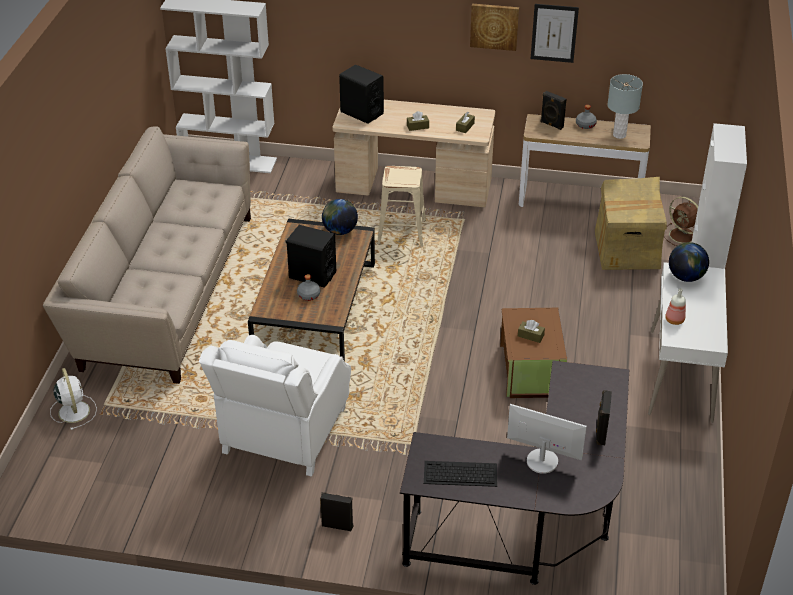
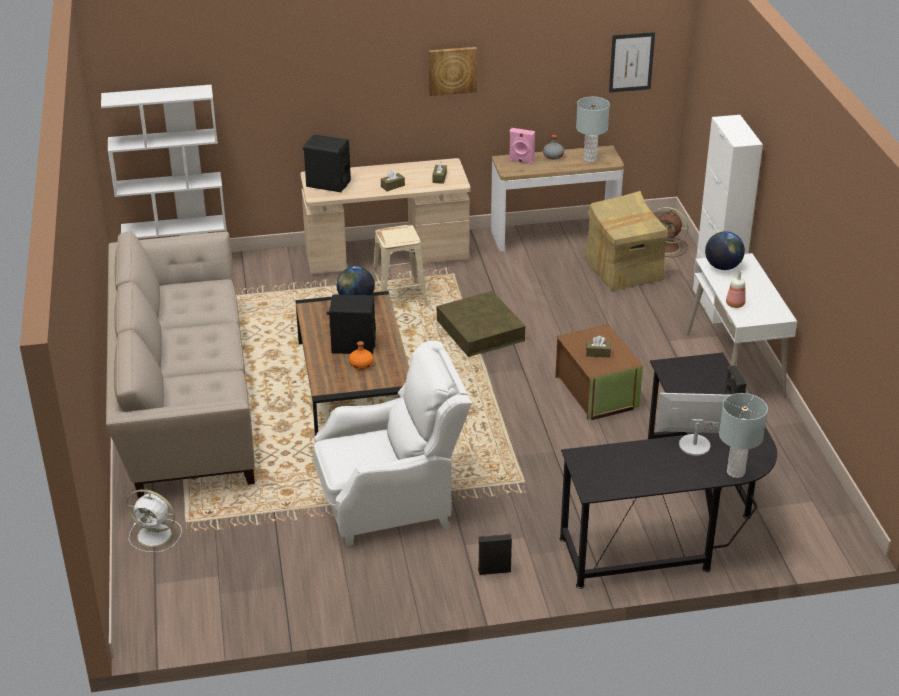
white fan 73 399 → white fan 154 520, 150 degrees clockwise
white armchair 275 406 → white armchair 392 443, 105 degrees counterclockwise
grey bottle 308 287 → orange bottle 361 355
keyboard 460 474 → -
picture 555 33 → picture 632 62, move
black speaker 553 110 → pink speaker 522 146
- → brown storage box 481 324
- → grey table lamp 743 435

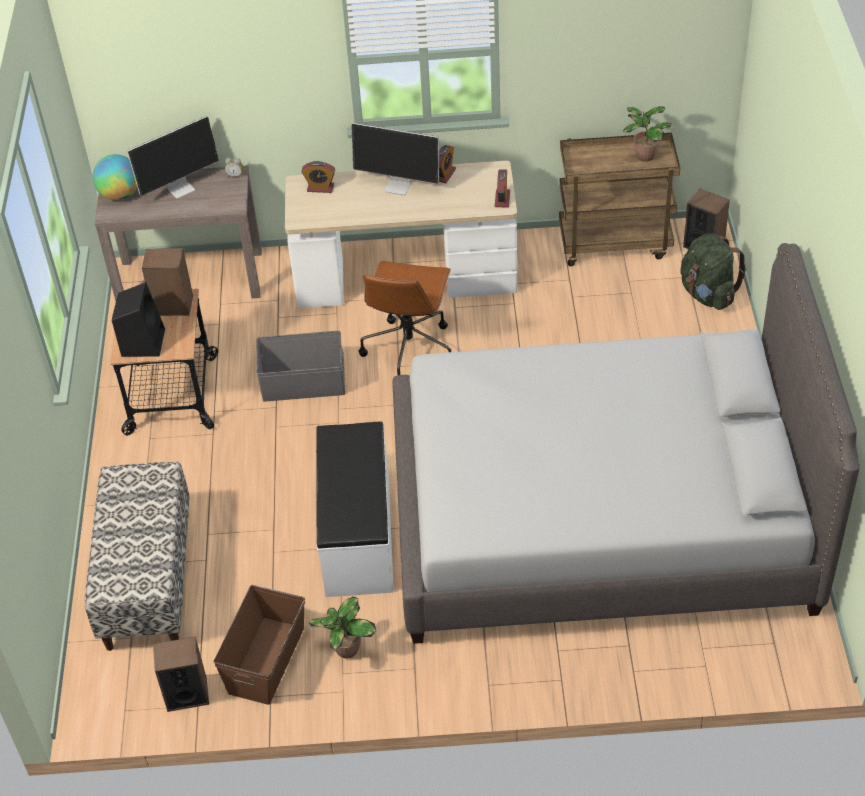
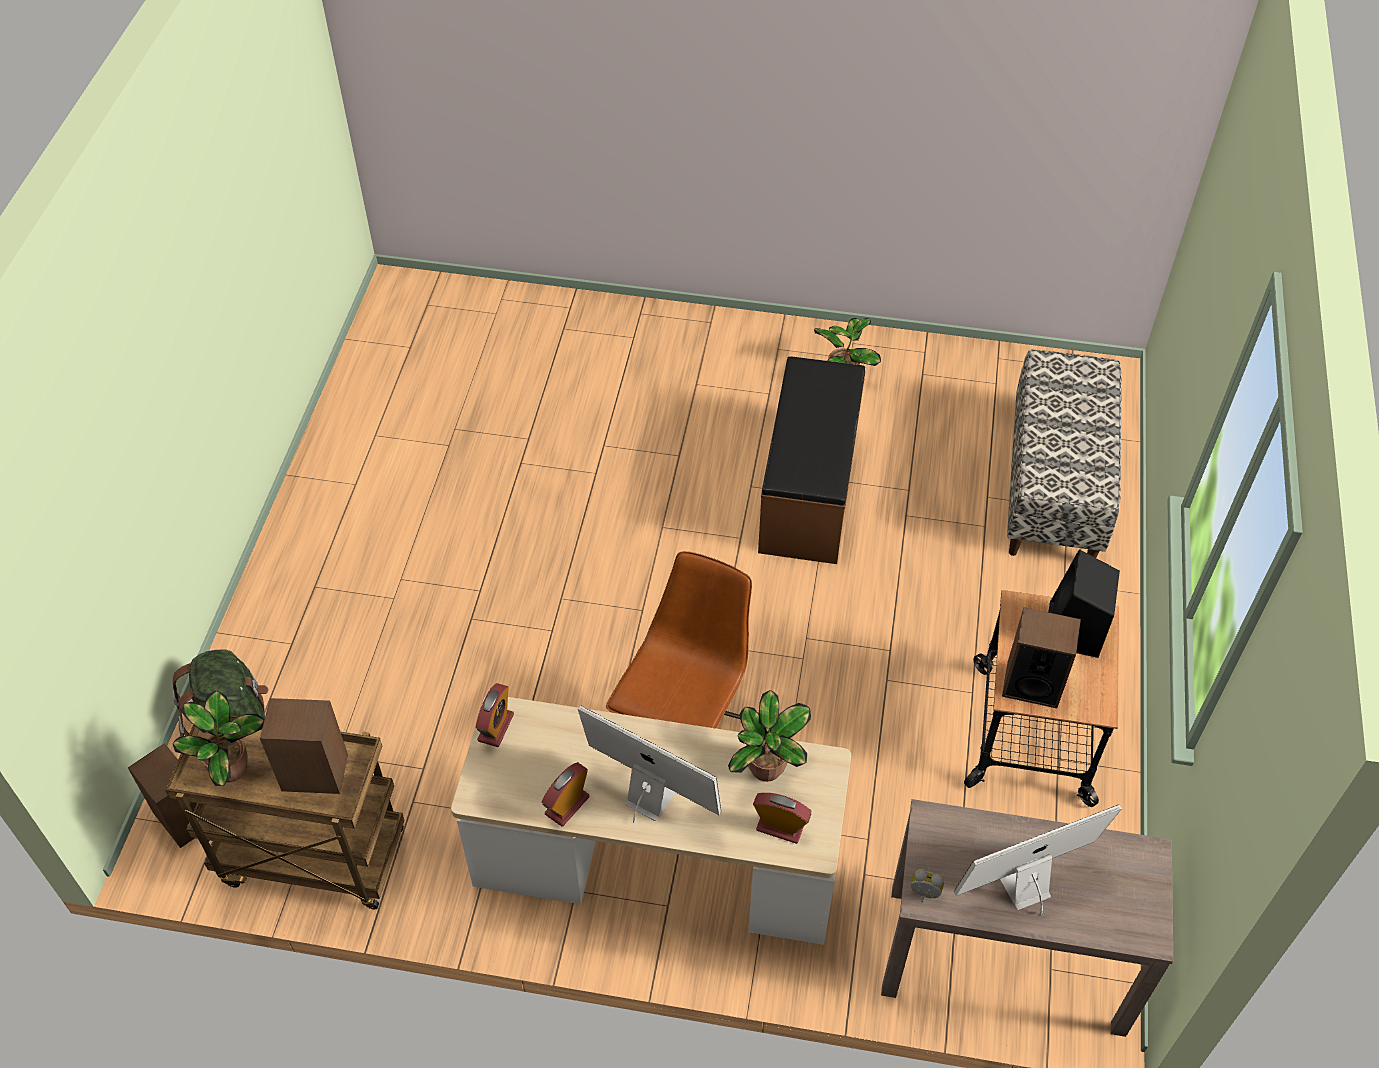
globe 114 177 → -
speaker 181 674 → speaker 304 746, move
brown storage box 259 645 → -
grey storage box 300 366 → -
white bench 355 509 → brown bench 811 460
grey bed 625 443 → -
- → potted plant 769 736

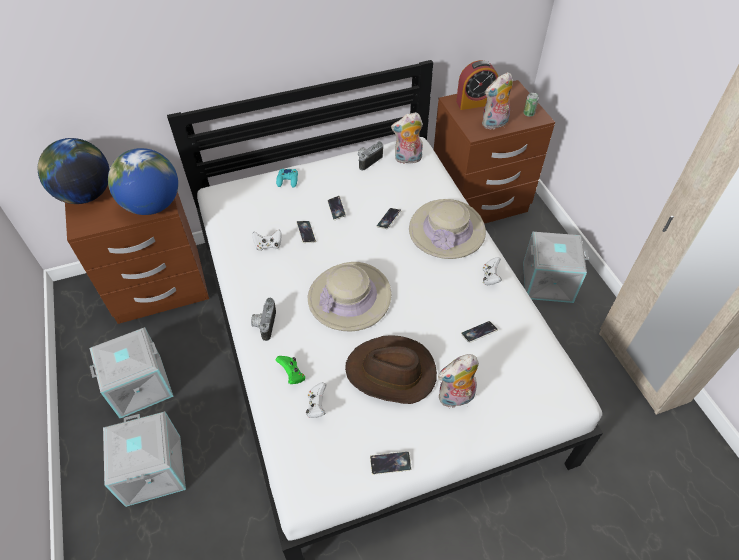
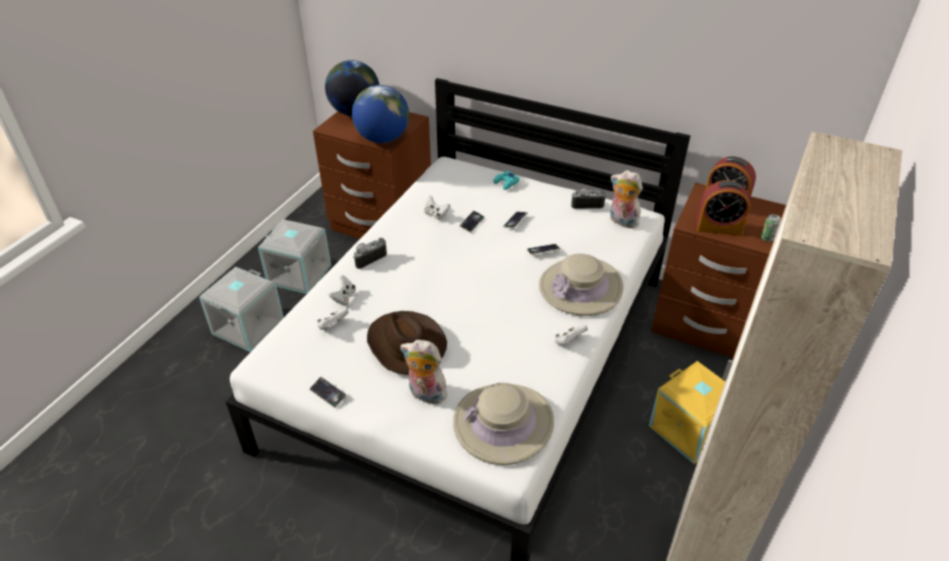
green game controller 290 370 → white game controller 342 290
beige hat 350 296 → beige hat 503 424, move
phone 479 332 → -
plush toy 497 100 → alarm clock 723 208
grey storage box 556 267 → yellow storage box 687 412

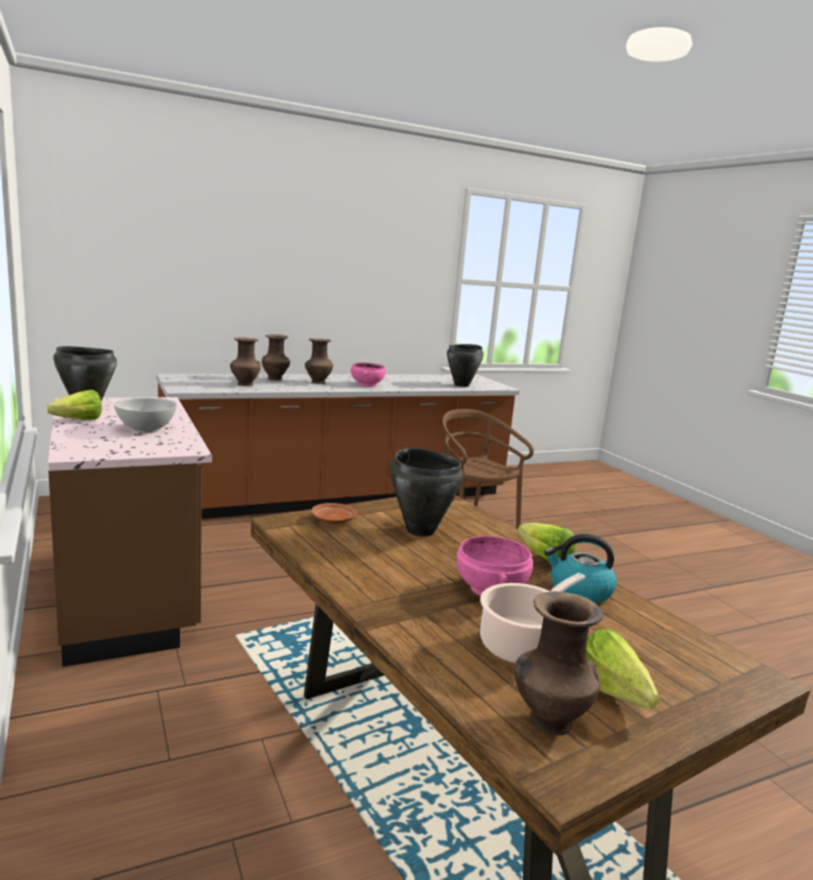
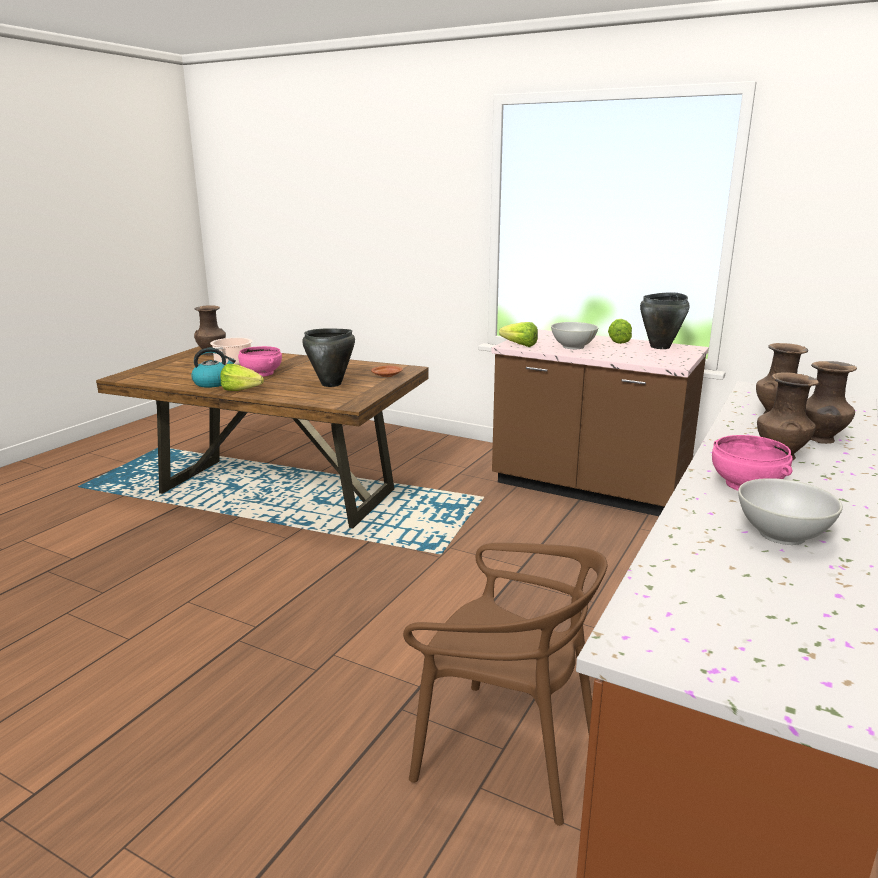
black cooking pot 465 365 → -
lettuce 622 669 → lettuce 518 334, move
- → white bowl 790 511

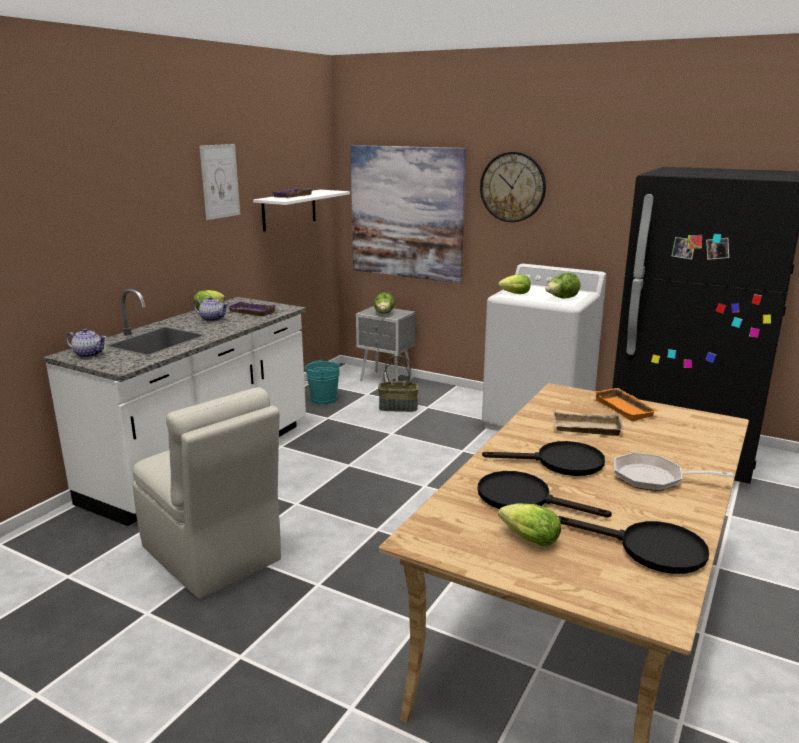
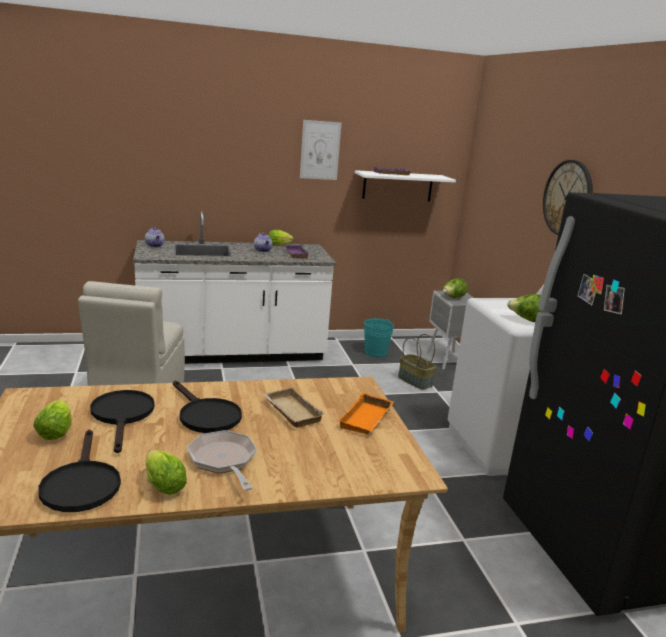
picture 408 214 → -
lettuce 514 284 → lettuce 166 472, move

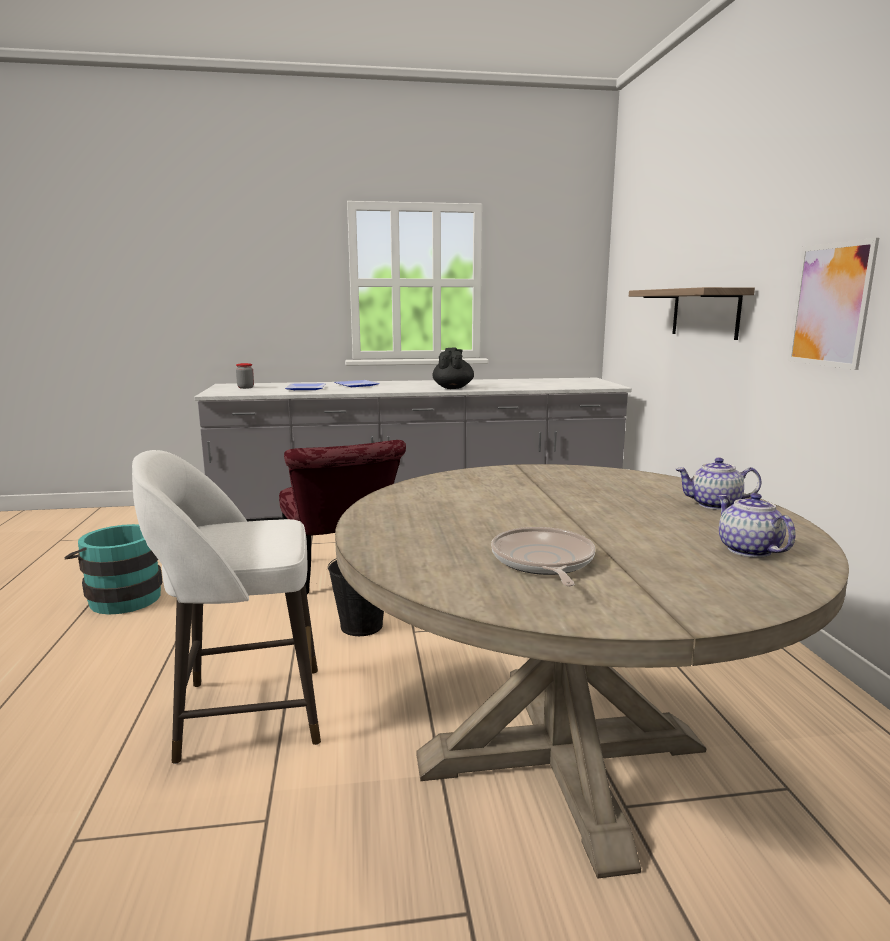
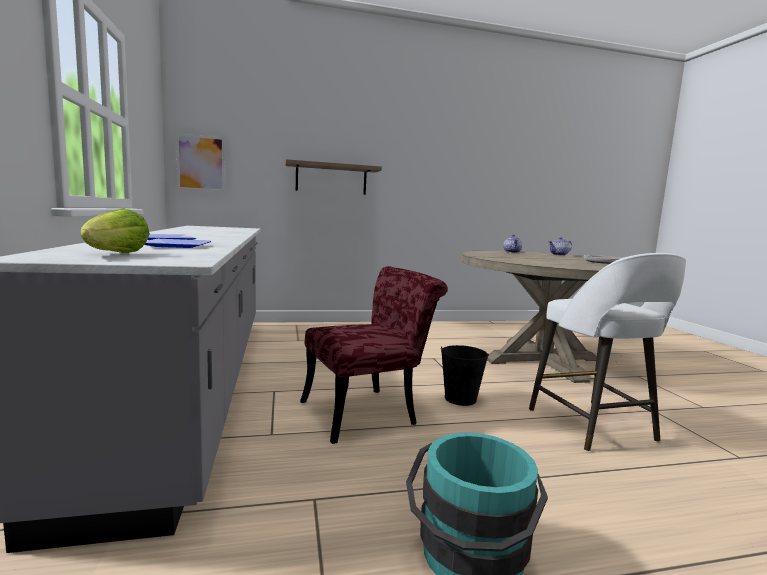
jar 245 376 → lettuce 115 230
black teapot 453 368 → -
picture 833 304 → picture 200 162, move

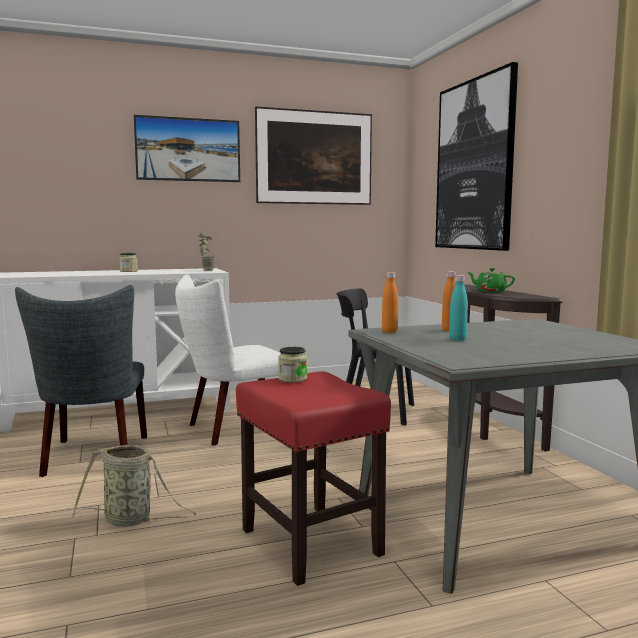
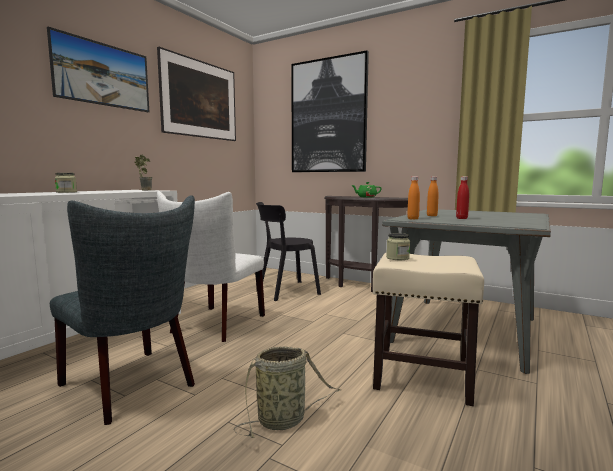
red stool 313 478 → beige stool 428 329
turquoise bottle 458 308 → red bottle 462 198

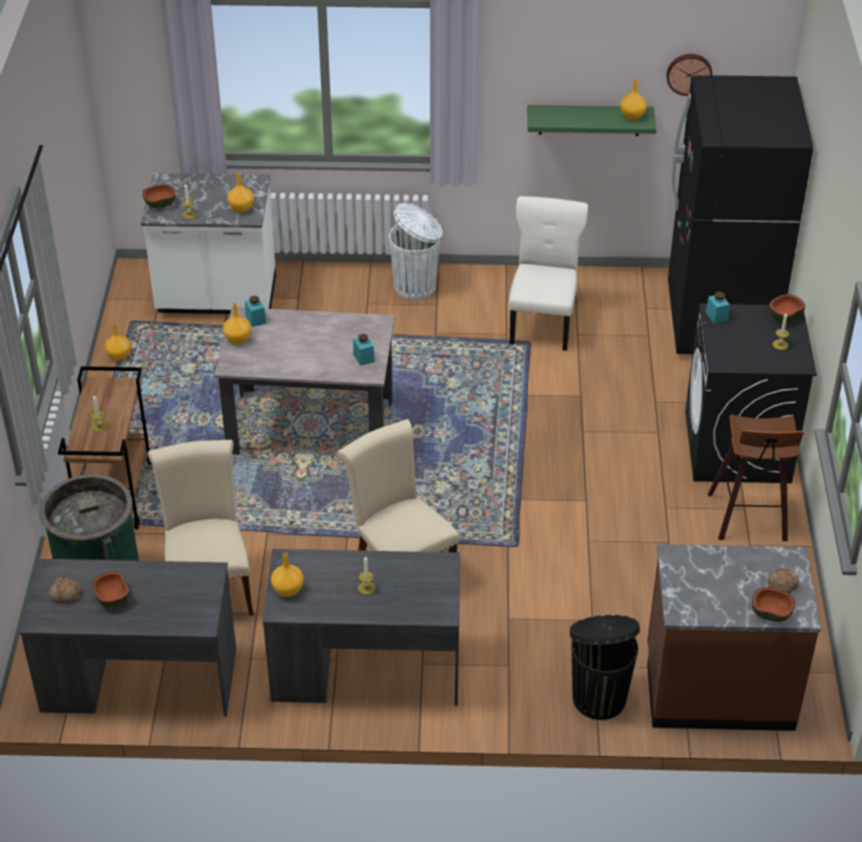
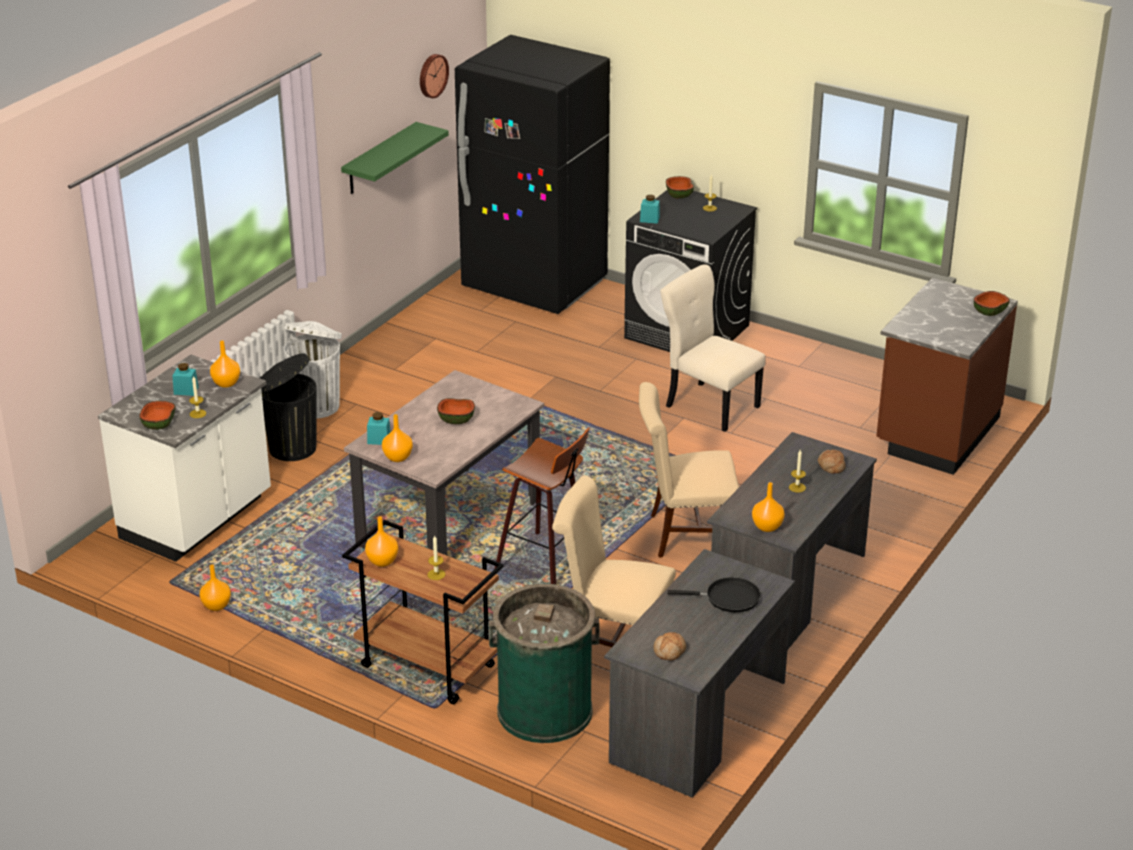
bowl 111 589 → bowl 456 411, move
turquoise jar 364 350 → turquoise jar 185 379, move
beige chair 548 273 → beige chair 713 348, move
black trash can 605 667 → black trash can 288 407, move
orange vase 633 99 → orange vase 381 541, move
stool 756 477 → stool 542 505, move
bread 783 581 → bread 832 461, move
- → black frying pan 714 594

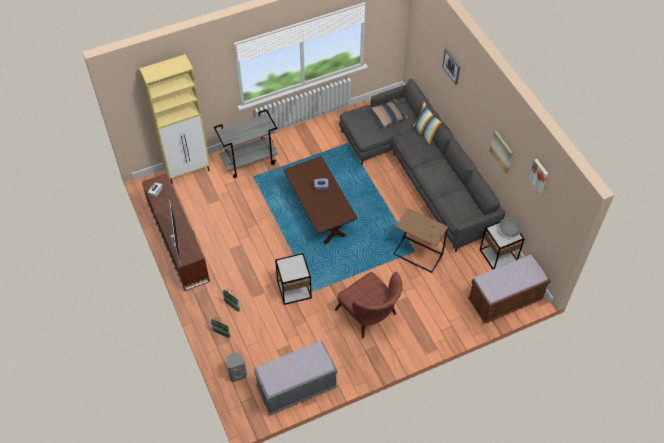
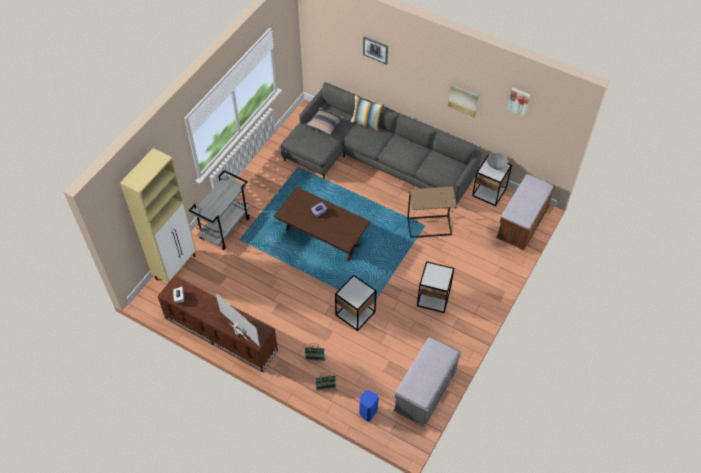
grey speaker 236 367 → blue speaker 369 405
brown armchair 369 305 → side table 435 287

